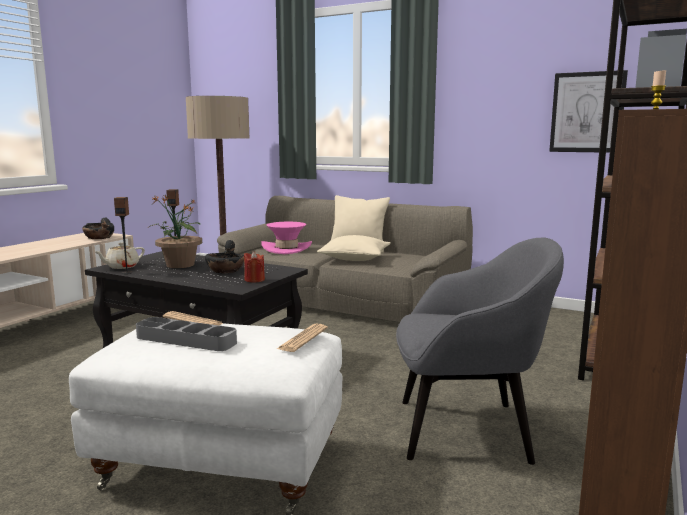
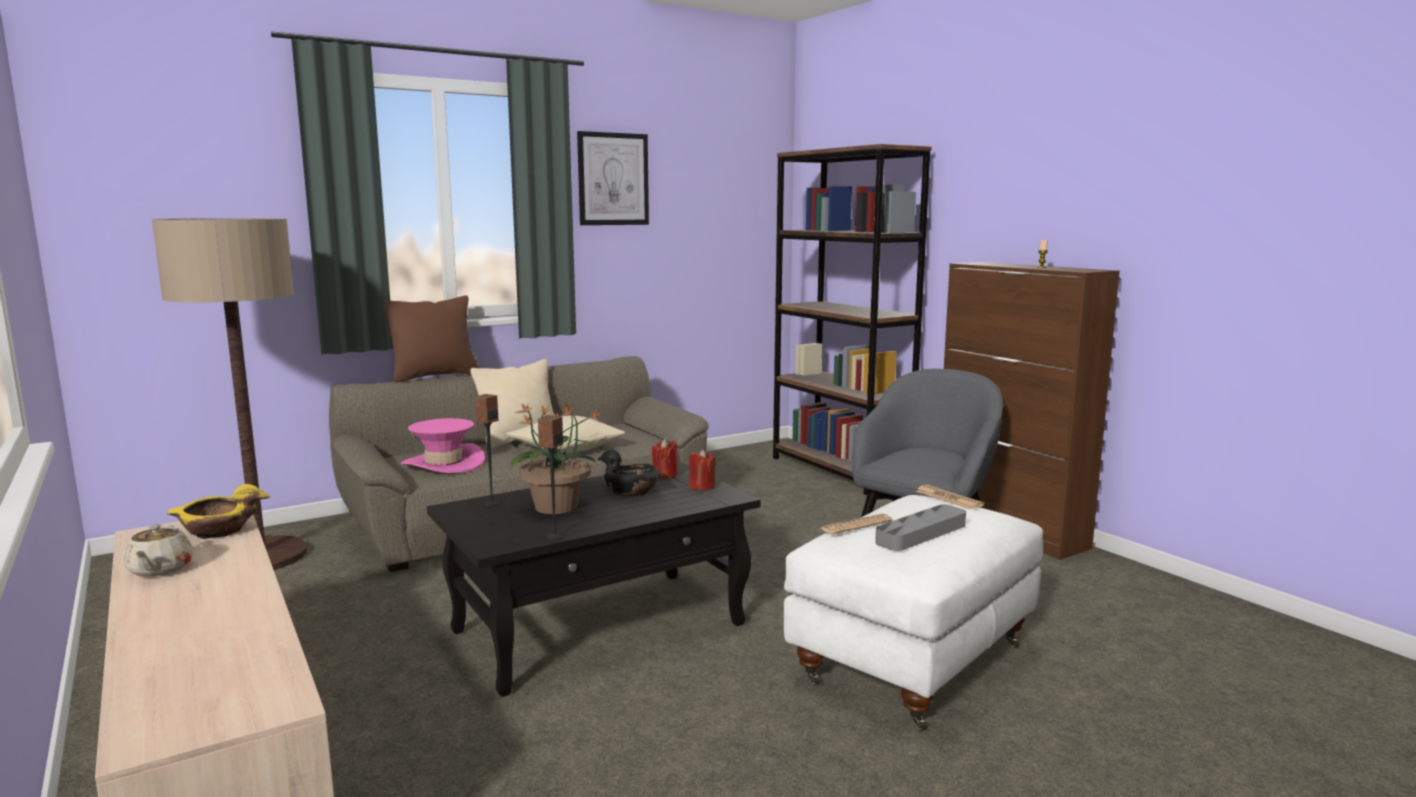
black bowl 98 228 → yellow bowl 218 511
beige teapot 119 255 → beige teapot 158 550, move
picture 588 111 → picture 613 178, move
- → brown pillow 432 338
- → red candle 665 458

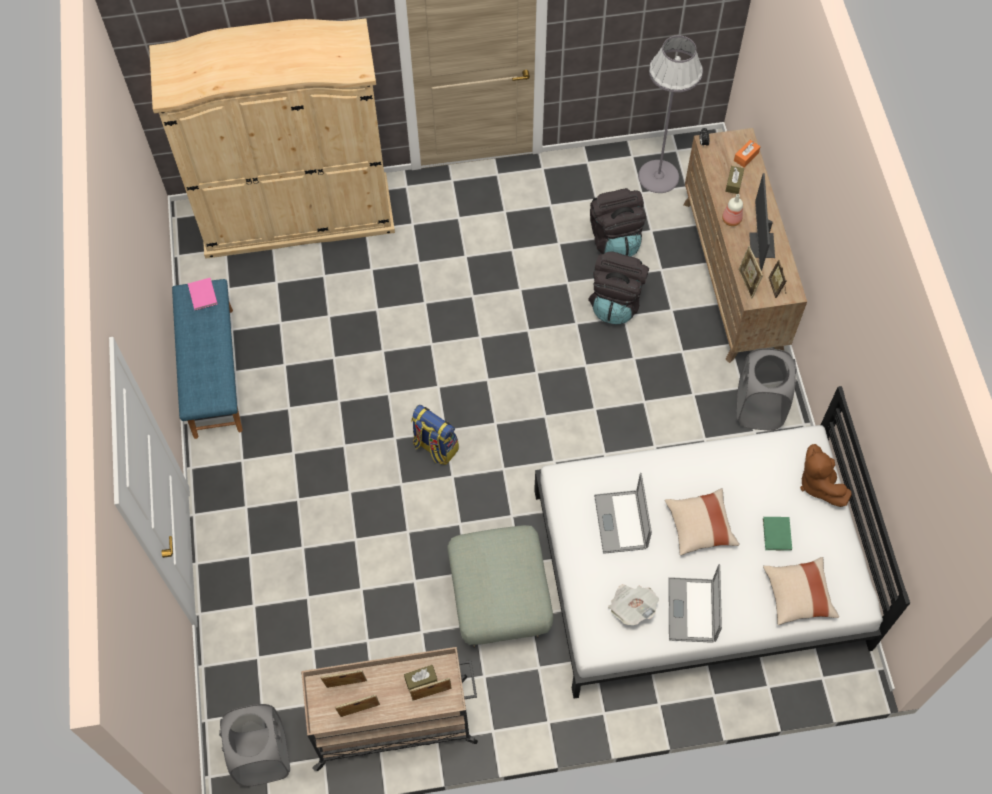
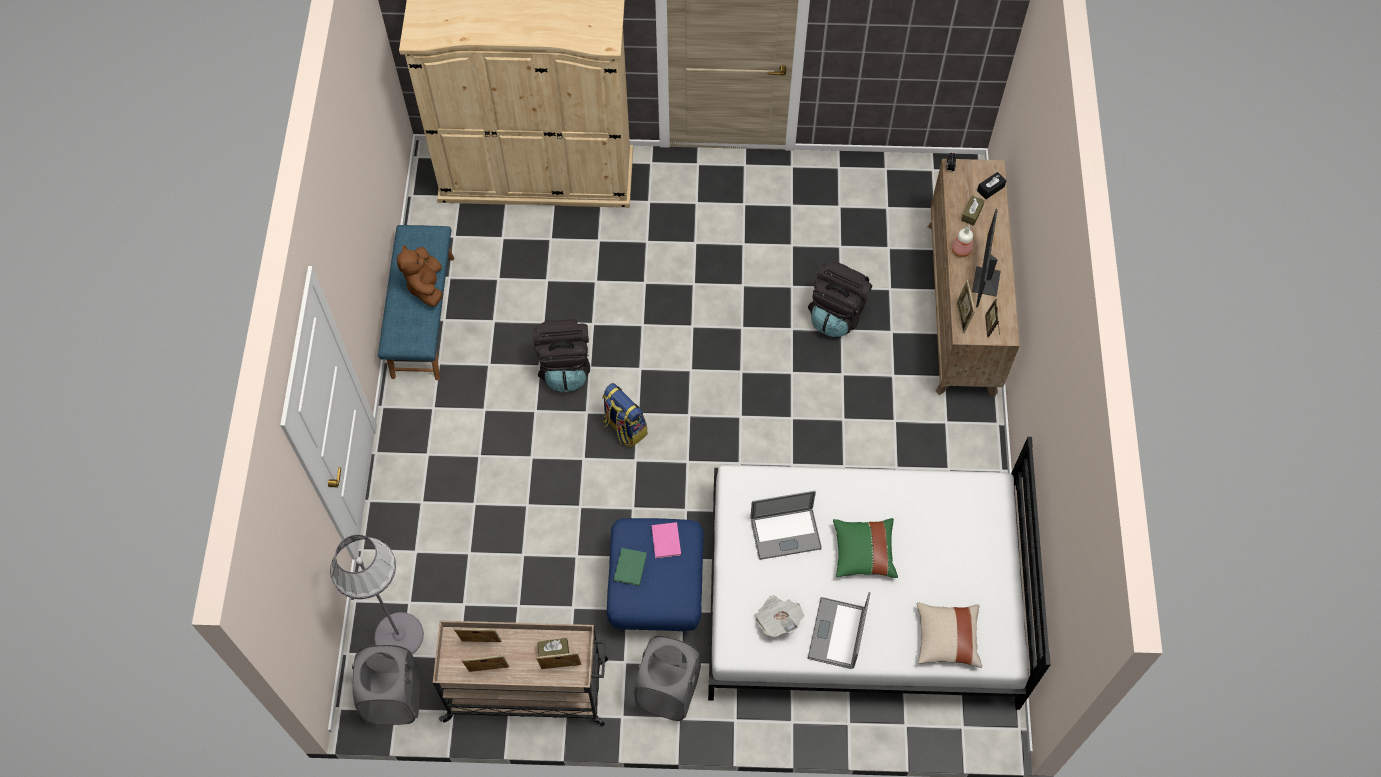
pink book 203 294 → pink book 666 540, move
grey ottoman 500 586 → blue ottoman 655 576
black backpack 618 222 → black backpack 561 355, move
laptop 623 513 → laptop 786 525, 105 degrees counterclockwise
grey floor lamp 670 114 → grey floor lamp 377 594, move
beige pillow 702 522 → green pillow 865 548
orange tissue box 747 153 → black tissue box 992 185
grey laundry basket 766 389 → grey laundry basket 667 678, move
green book 777 534 → green book 630 567, move
brown plush toy 826 475 → brown plush toy 420 276, move

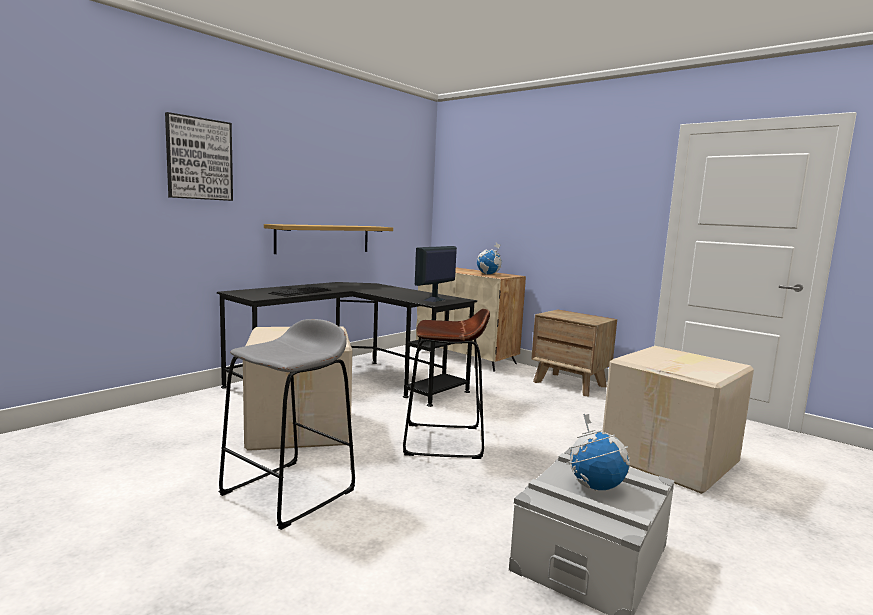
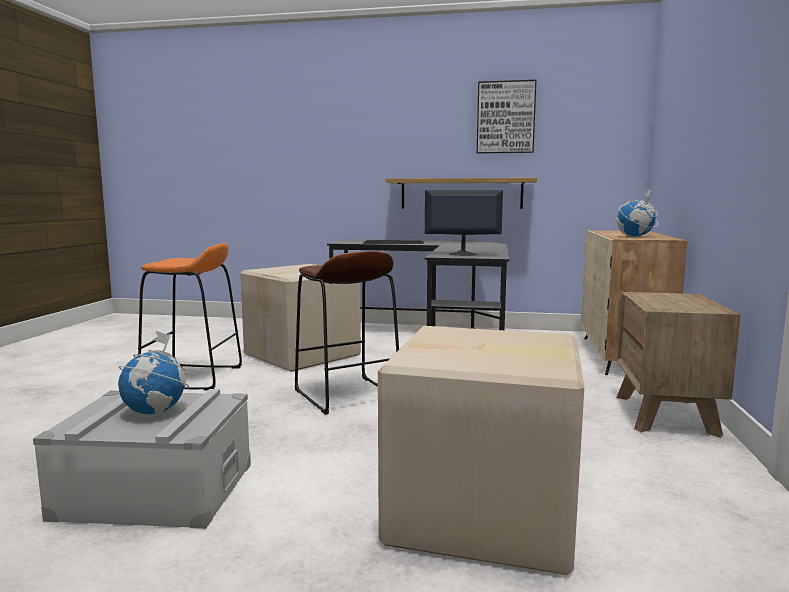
picture 199 156 → picture 506 117, move
grey stool 287 424 → orange stool 190 317

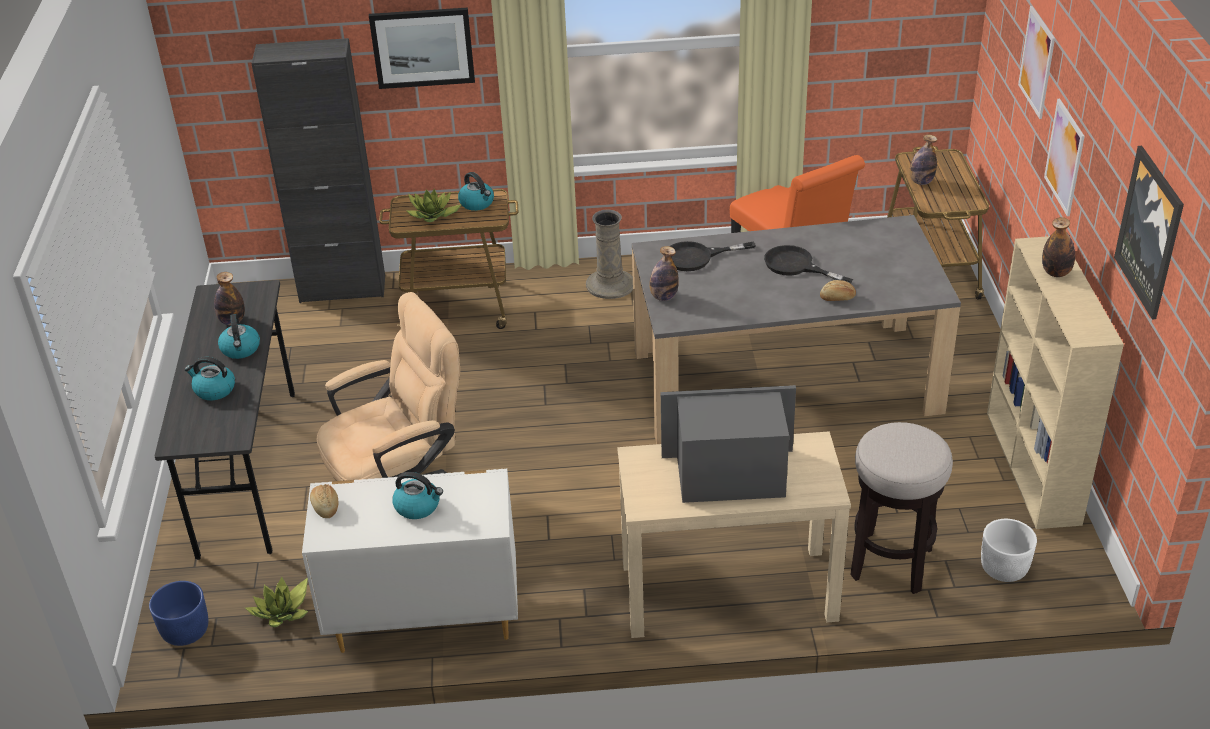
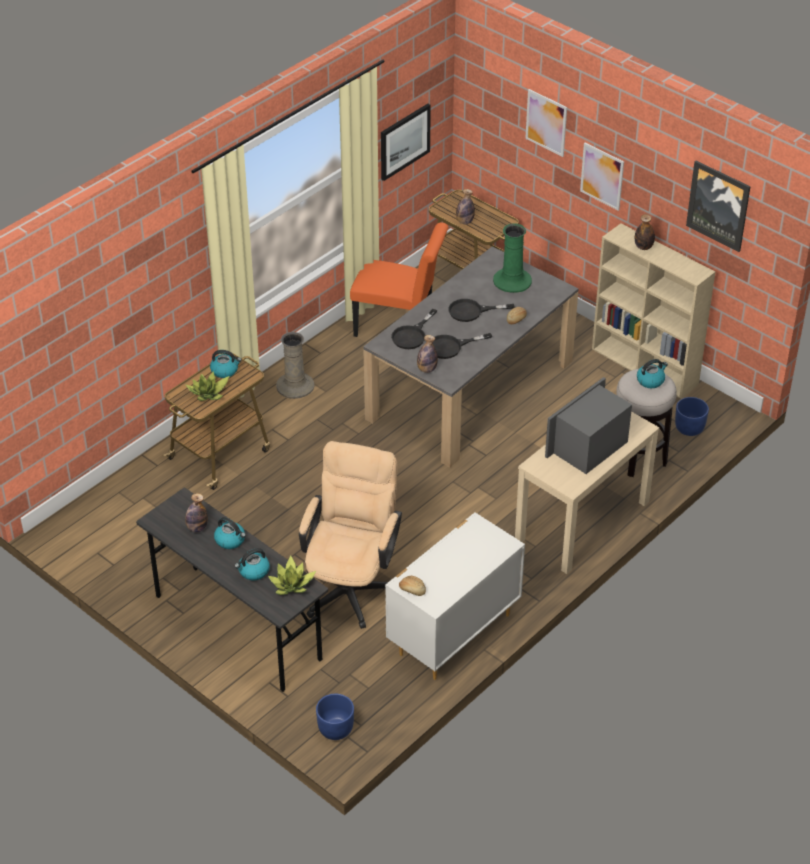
potted plant 276 602 → potted plant 292 575, move
black cabinet 318 170 → -
picture 422 48 → picture 406 142, move
kettle 418 495 → kettle 652 373, move
white planter 1009 550 → blue planter 692 416
- → black frying pan 462 346
- → green vase 512 258

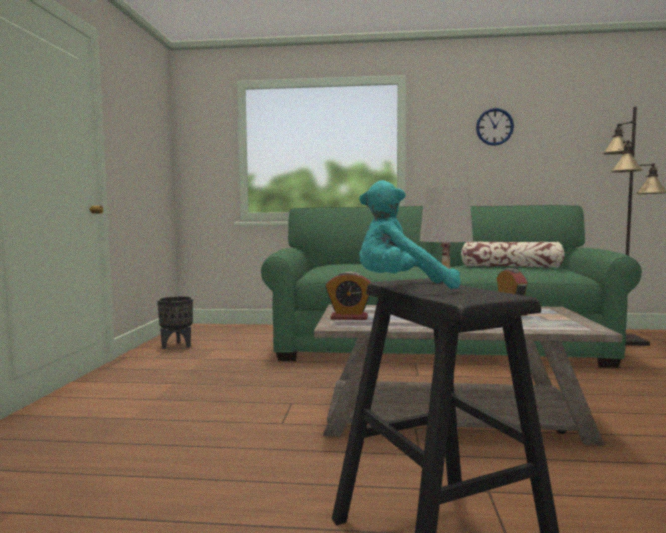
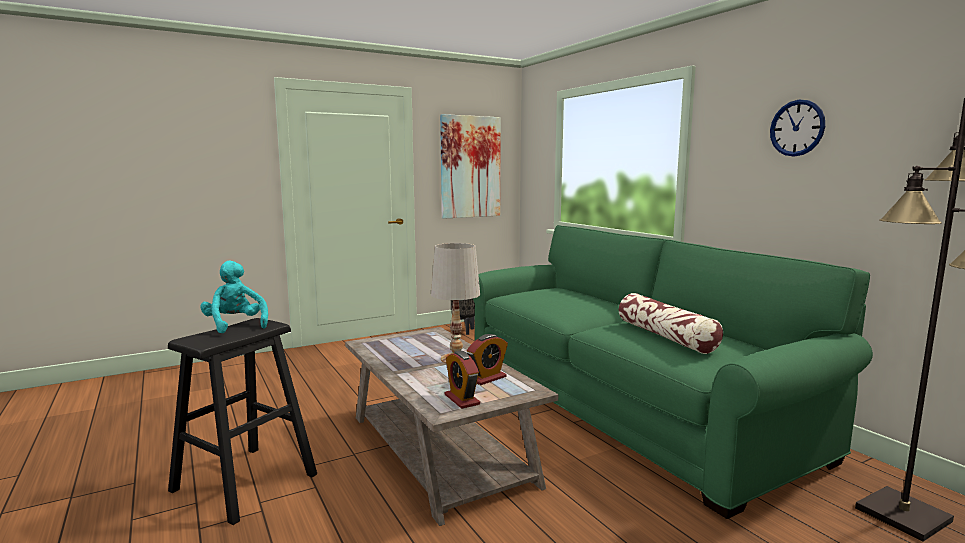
alarm clock 348 295 → alarm clock 462 380, move
- → picture 470 166

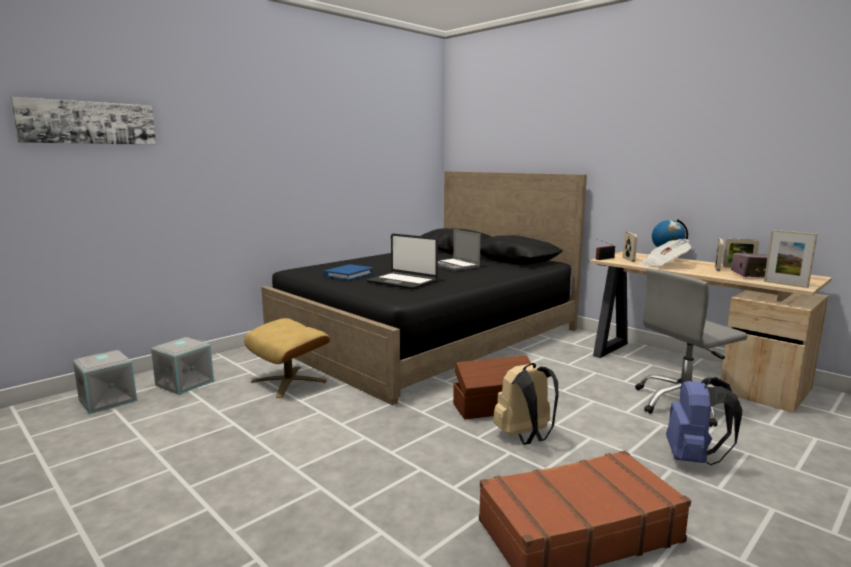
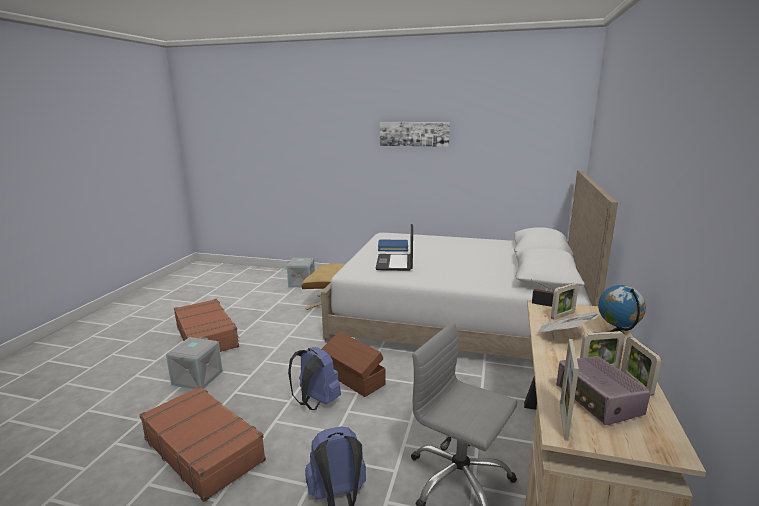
picture 83 121 → picture 415 134, move
grey storage box 105 382 → grey storage box 194 363, move
black bed 424 288 → white bed 469 265
laptop 459 250 → -
beige backpack 525 404 → blue backpack 314 378
- → brown suitcase 207 325

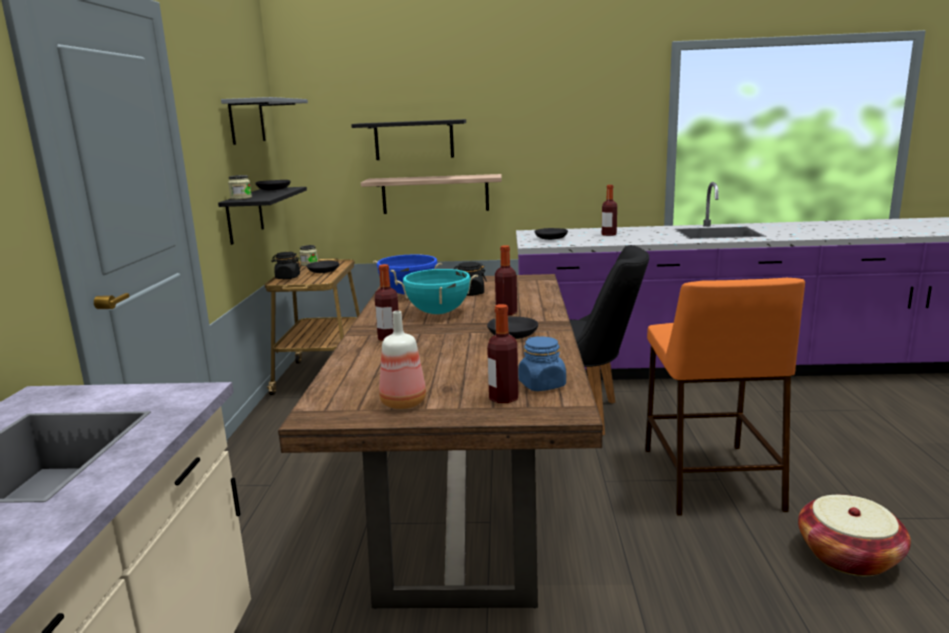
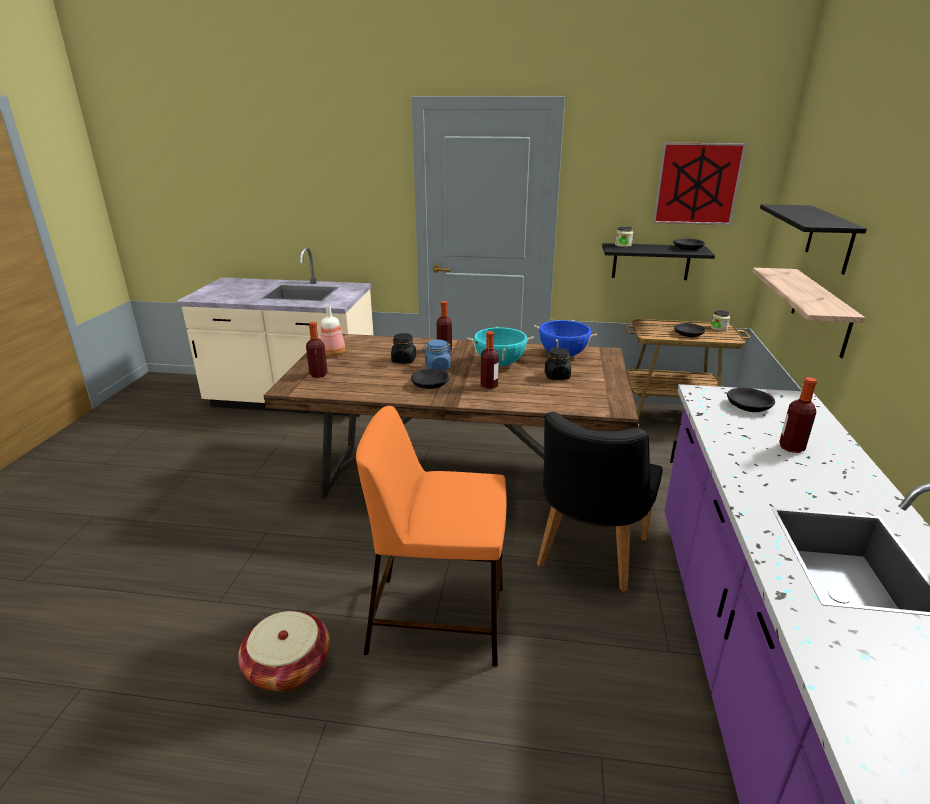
grey shelf 264 121 → picture 699 184
black jar 286 265 → black jar 403 348, move
blue jar 542 363 → blue jar 437 355, move

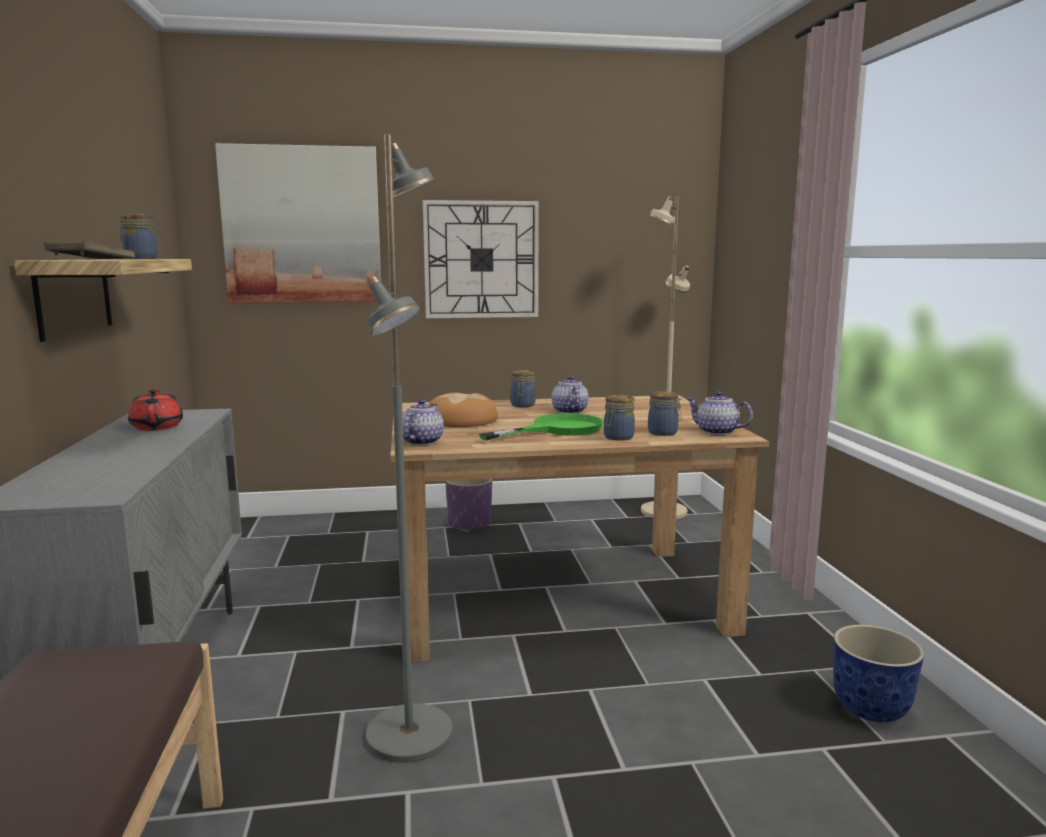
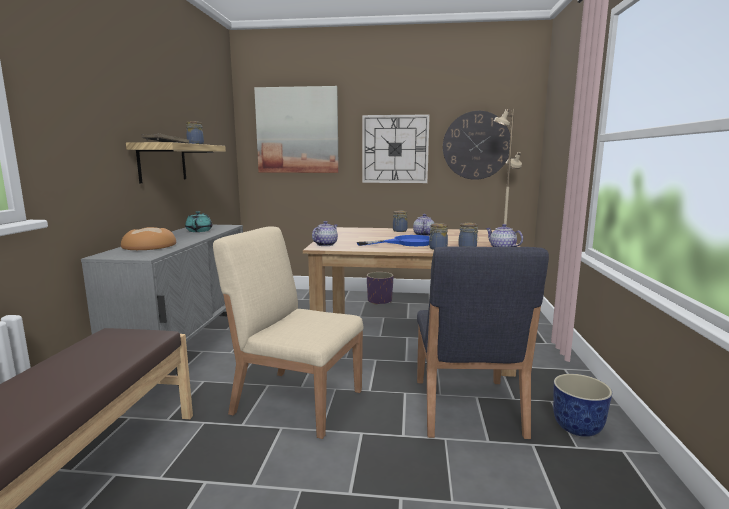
red teapot 155 410 → turquoise teapot 198 221
grey floor lamp 409 448 → beige chair 288 332
bread 463 410 → bread 148 238, move
green frying pan 541 427 → blue frying pan 393 240
- → blue chair 483 342
- → wall clock 476 145

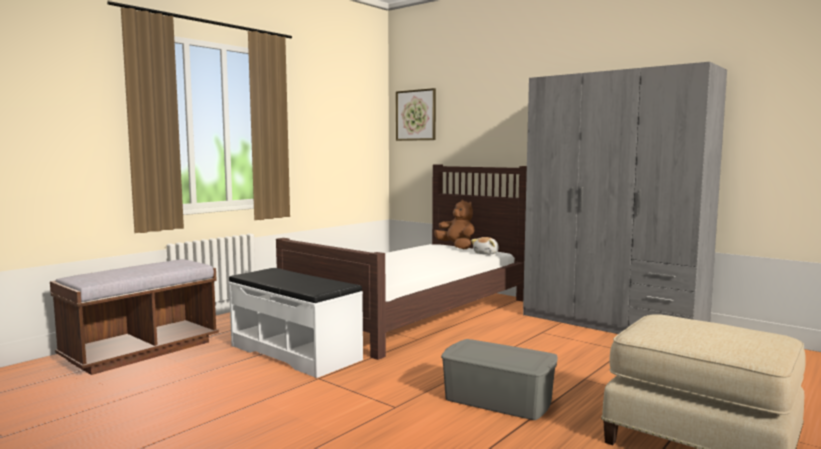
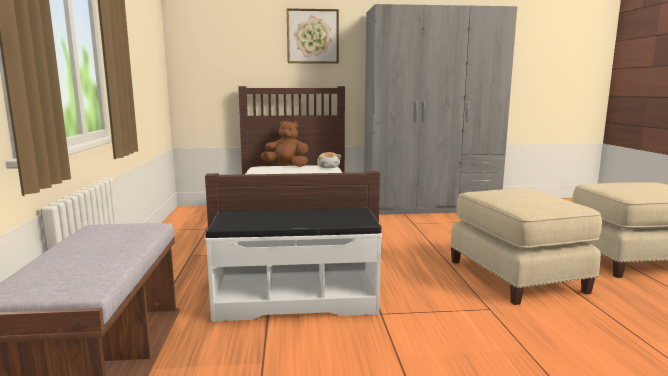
picture 416 114 → picture 313 36, move
grey storage box 499 379 → beige ottoman 526 246

